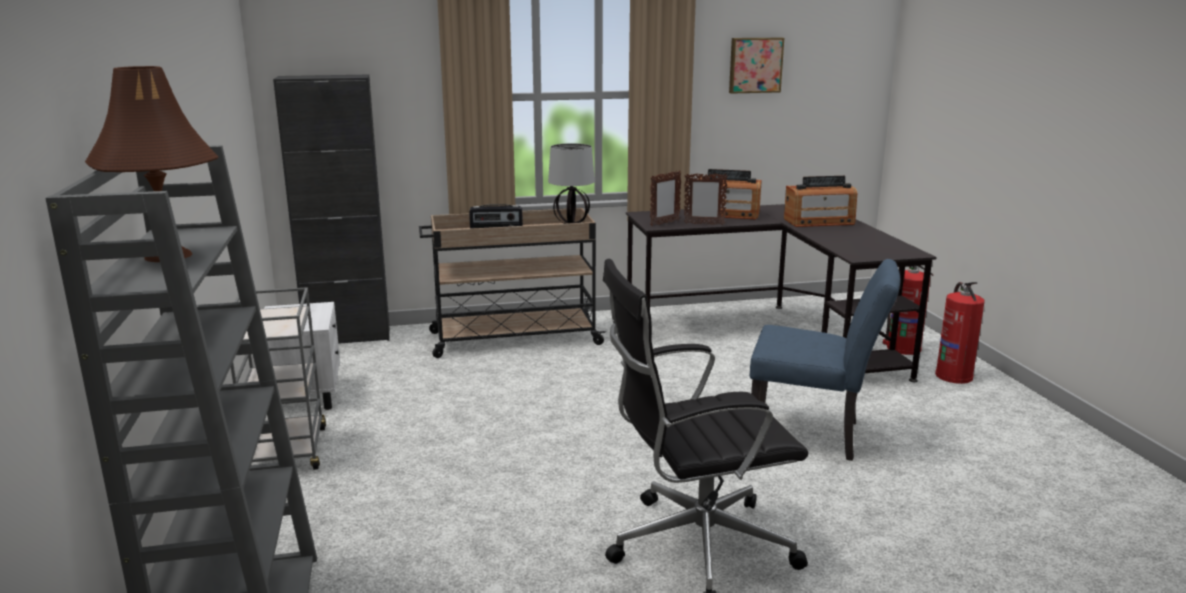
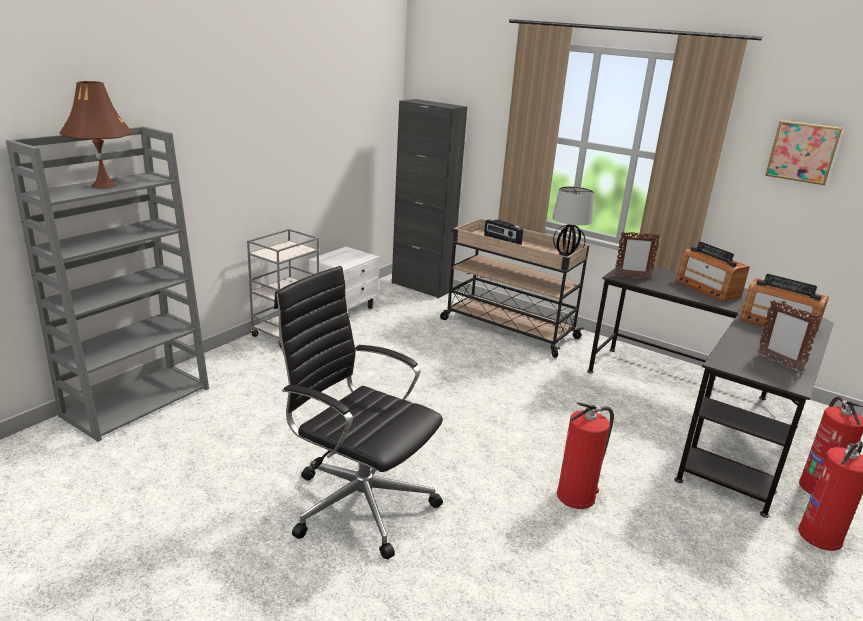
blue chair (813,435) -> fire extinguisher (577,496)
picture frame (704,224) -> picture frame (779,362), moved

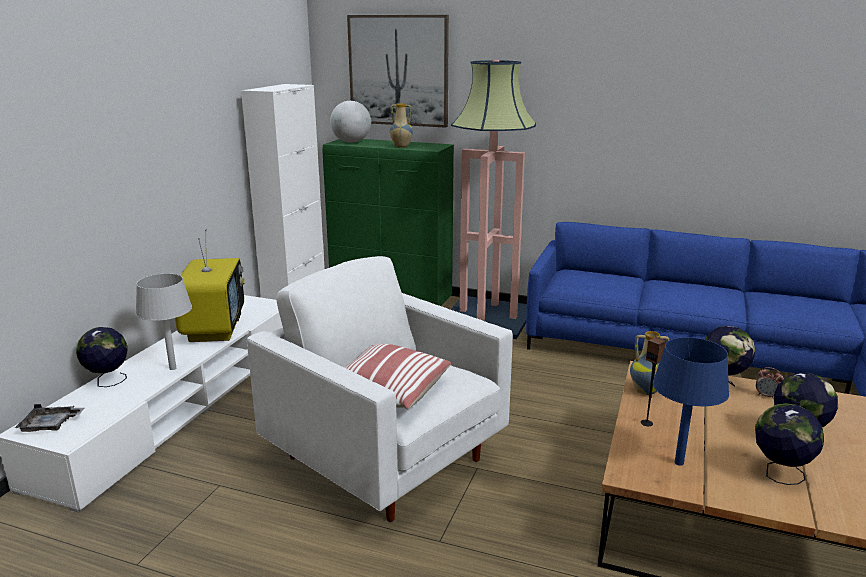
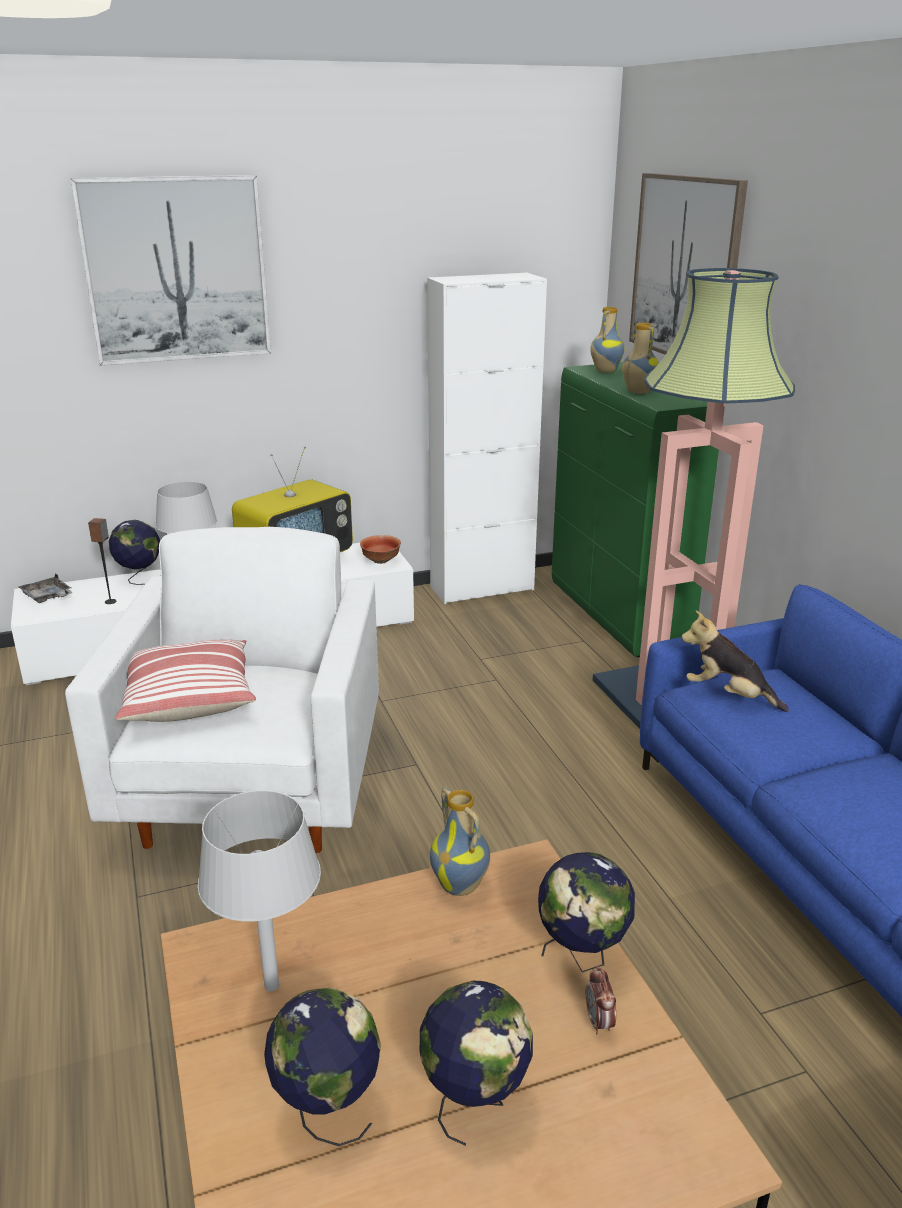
none -> picture (176,270)
speaker (647,423) -> speaker (110,601), moved
blue table lamp (679,463) -> grey table lamp (271,986)
none -> bowl (381,561)
globe (351,142) -> vase (605,371)
none -> plush toy (728,695)

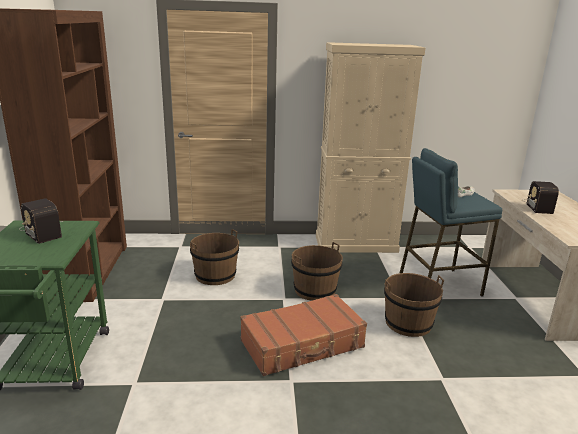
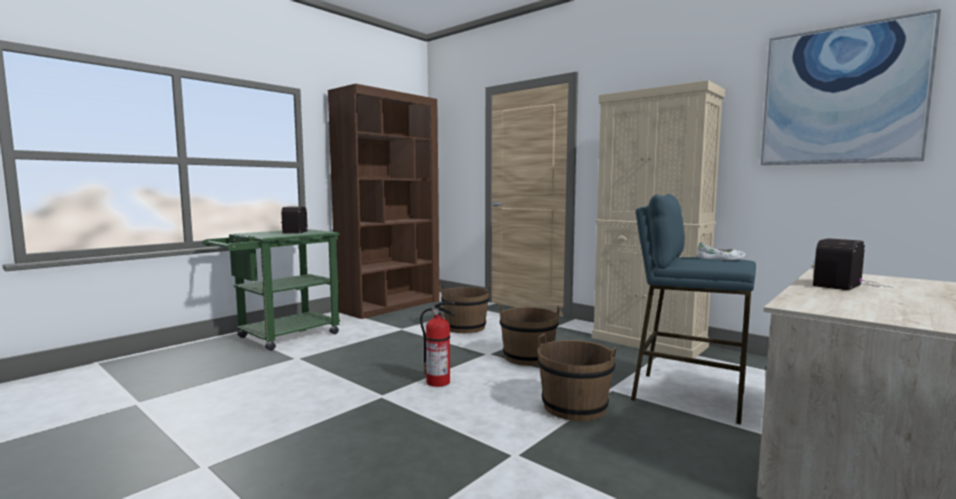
brown suitcase (303,344) -> fire extinguisher (439,382)
none -> picture (841,96)

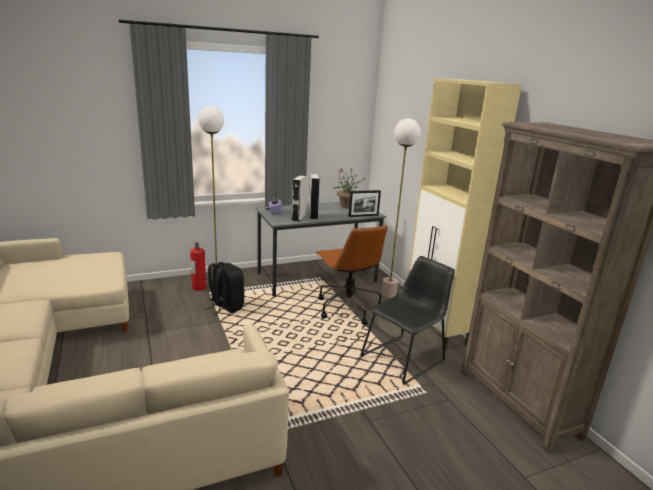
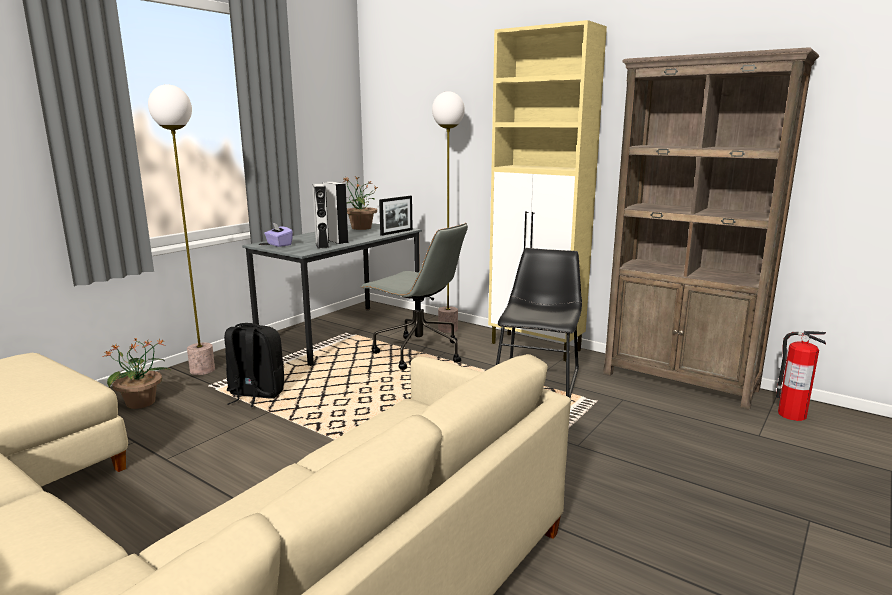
none -> potted plant (142,402)
brown office chair (347,307) -> grey office chair (417,352)
fire extinguisher (199,287) -> fire extinguisher (791,414), moved

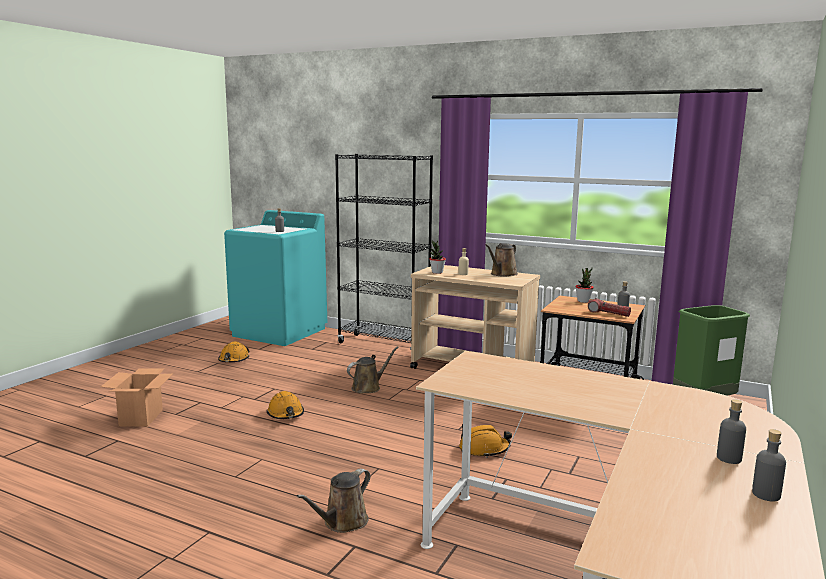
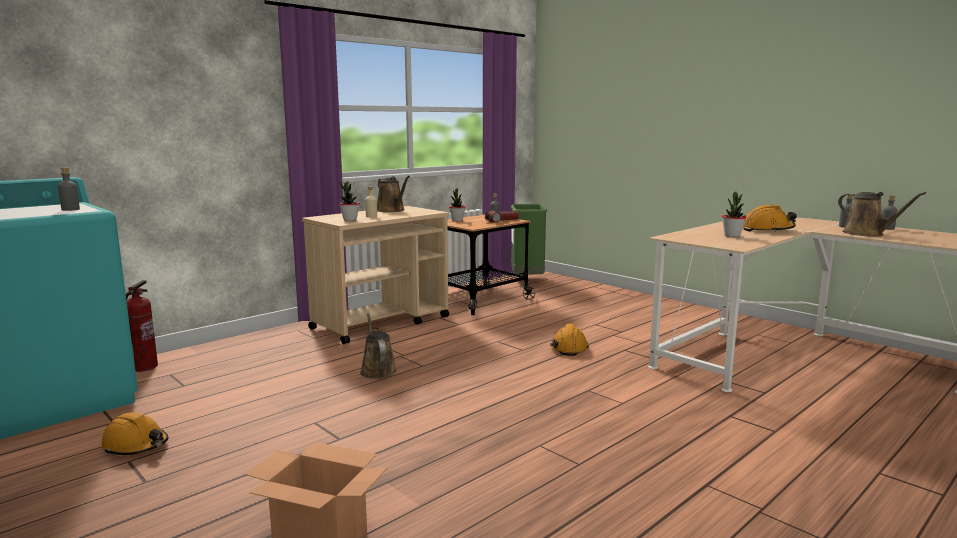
none -> fire extinguisher (144,367)
none -> potted plant (732,236)
orange hard hat (286,414) -> orange hard hat (767,230), moved
brown watering can (342,522) -> brown watering can (867,234), moved
black bookcase (384,345) -> none

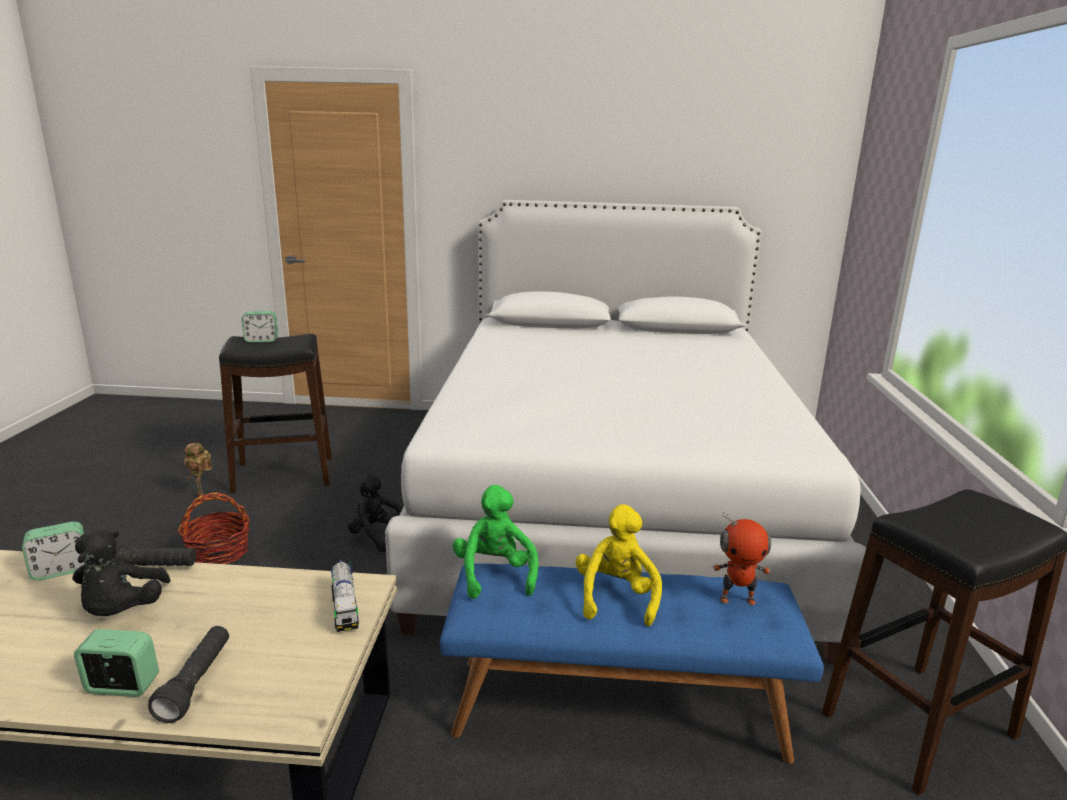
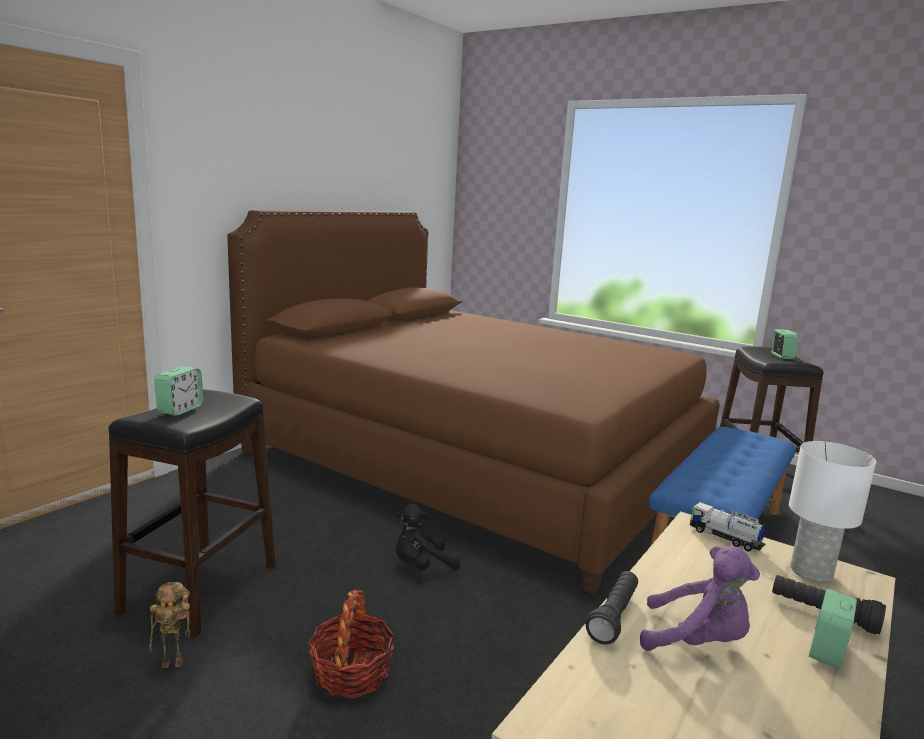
white bed (609,503) -> brown bed (474,462)
black plush toy (122,611) -> purple plush toy (697,641)
toy truck (345,608) -> toy truck (725,538), 150 degrees counterclockwise
alarm clock (61,570) -> alarm clock (781,356), moved
none -> white table lamp (812,571)
green plush toy (494,574) -> none
yellow plush toy (616,597) -> none
toy robot (737,599) -> none

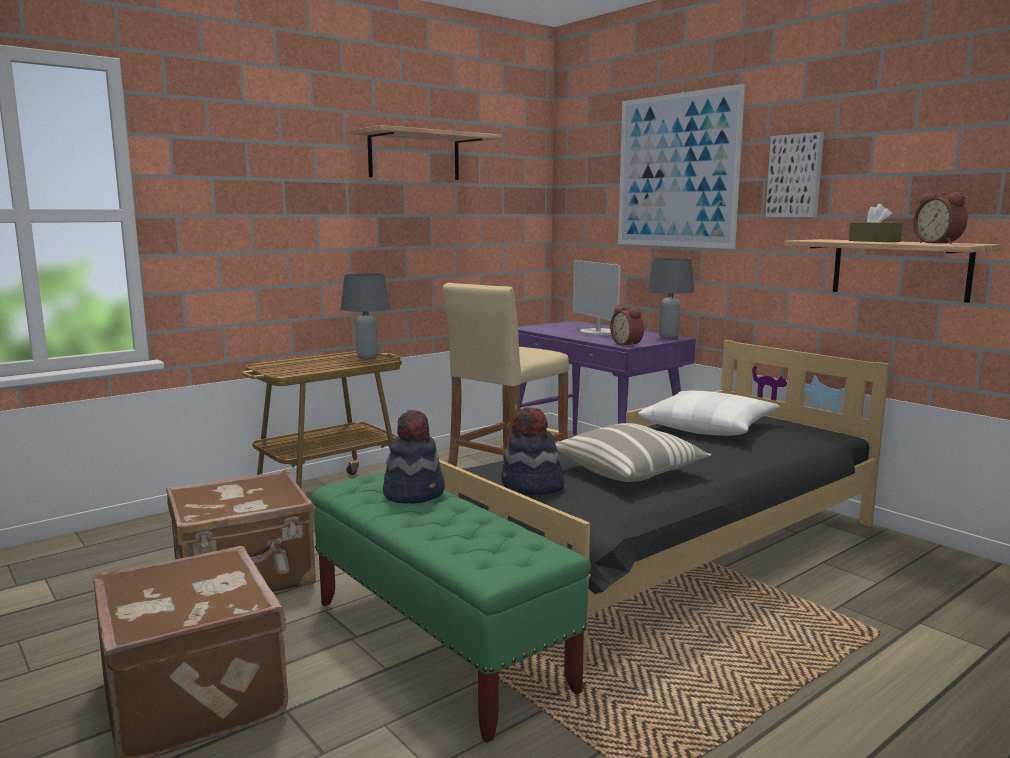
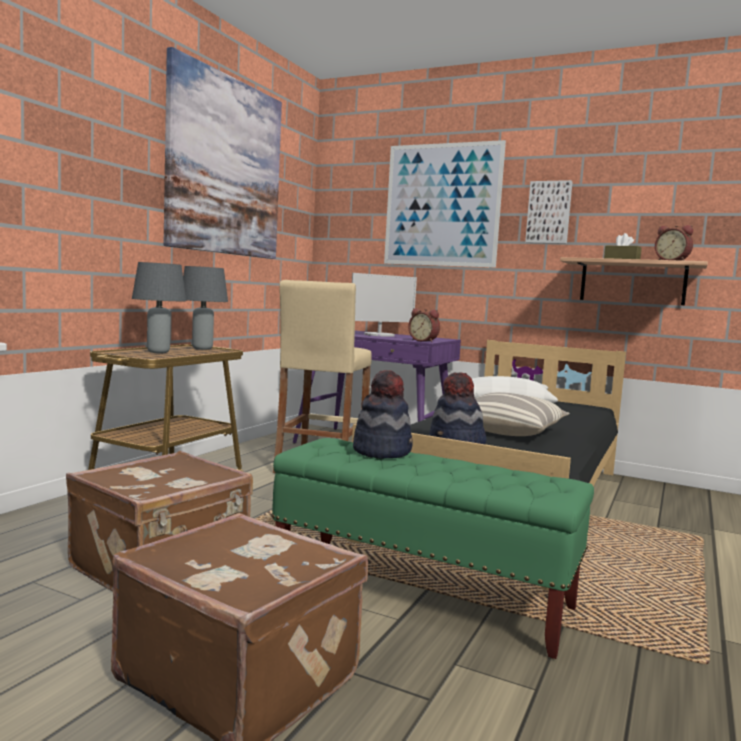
grey table lamp (668,337) -> grey table lamp (158,352), moved
shelf (414,156) -> picture (225,167)
monitor (597,332) -> monitor (379,335), 75 degrees counterclockwise

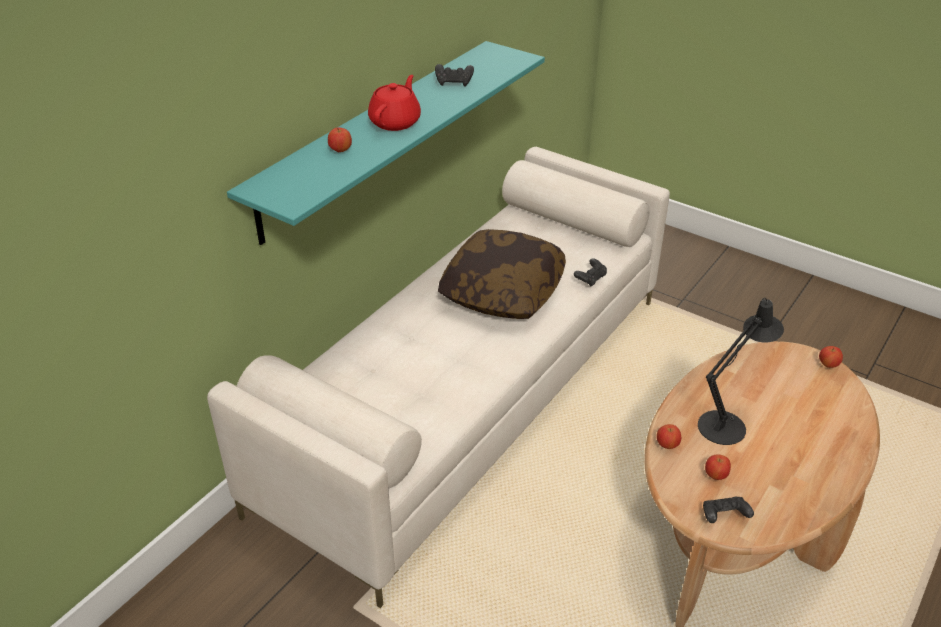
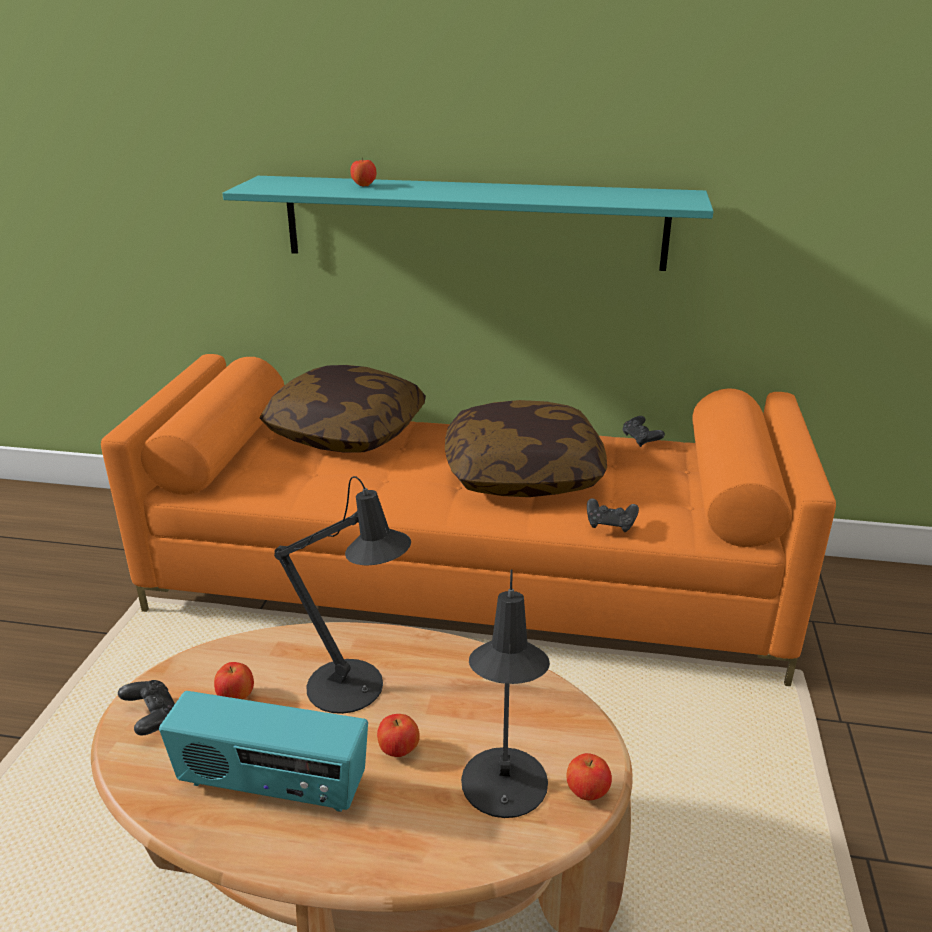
beige sofa (470,396) -> orange sofa (468,583)
none -> radio (272,786)
none -> pillow (347,432)
apple (667,445) -> apple (399,750), moved
none -> black table lamp (504,793)
black game controller (454,82) -> black game controller (641,440), moved
red teapot (396,122) -> none

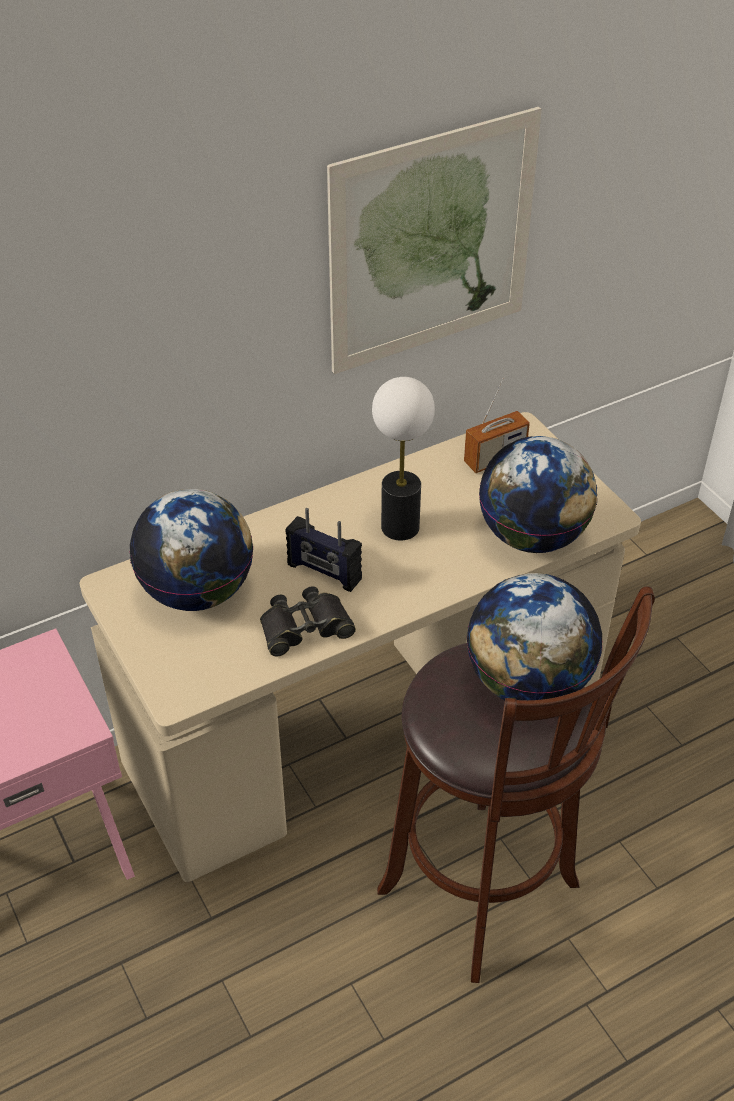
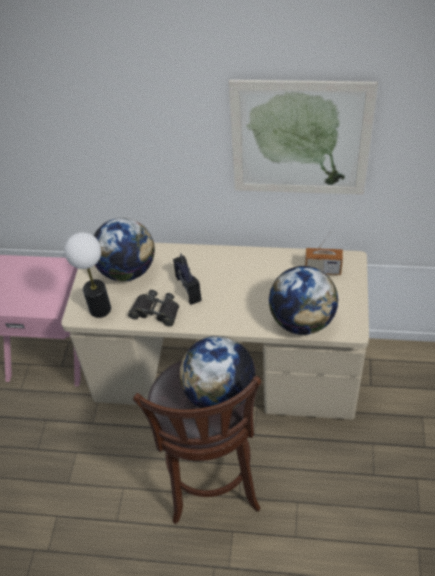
table lamp (400,527) -> table lamp (100,309), moved

